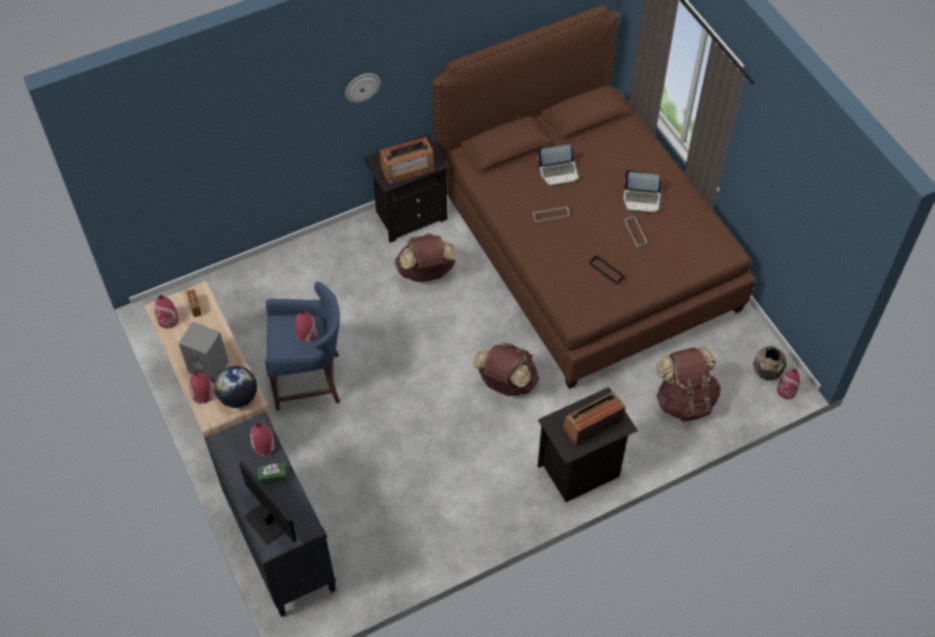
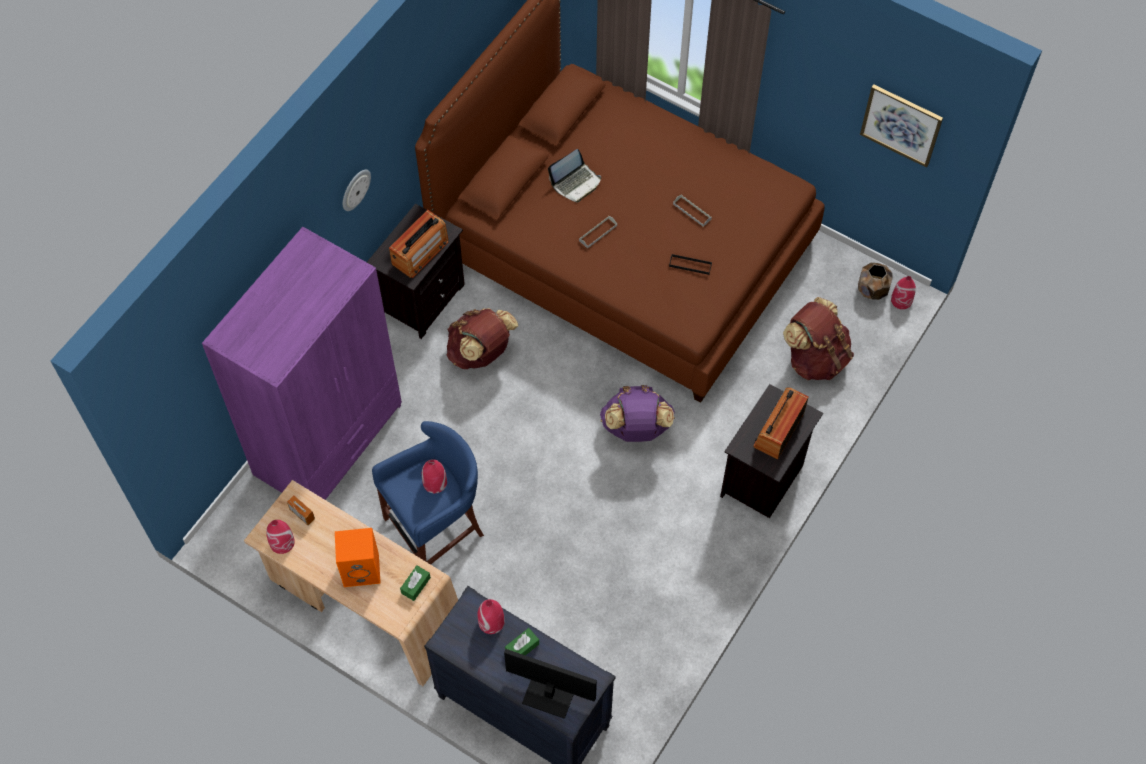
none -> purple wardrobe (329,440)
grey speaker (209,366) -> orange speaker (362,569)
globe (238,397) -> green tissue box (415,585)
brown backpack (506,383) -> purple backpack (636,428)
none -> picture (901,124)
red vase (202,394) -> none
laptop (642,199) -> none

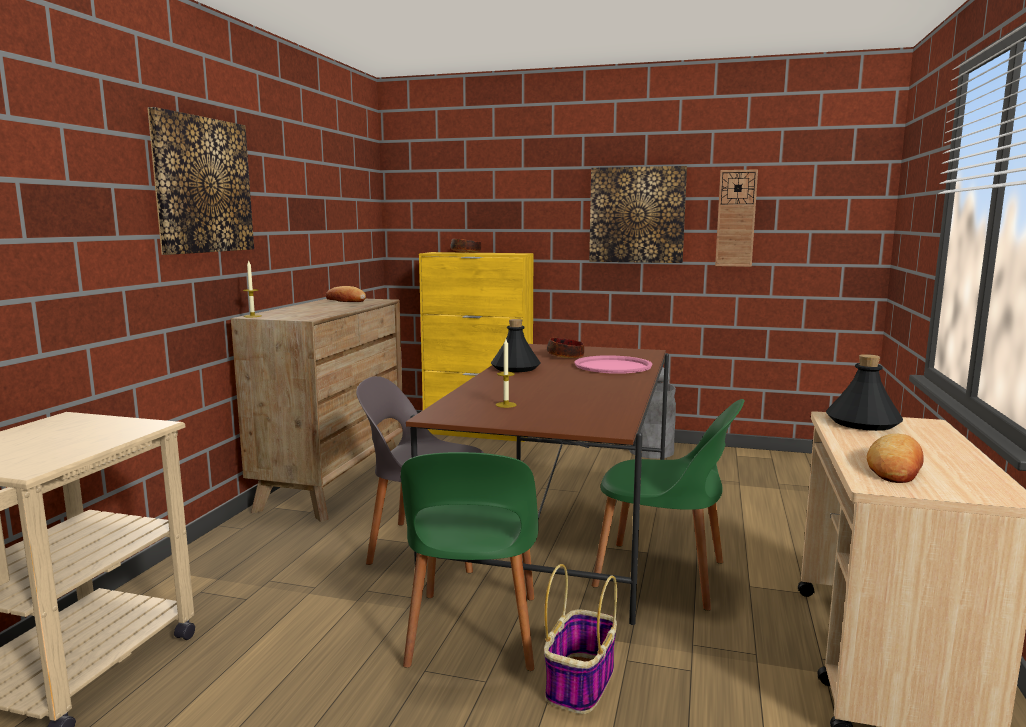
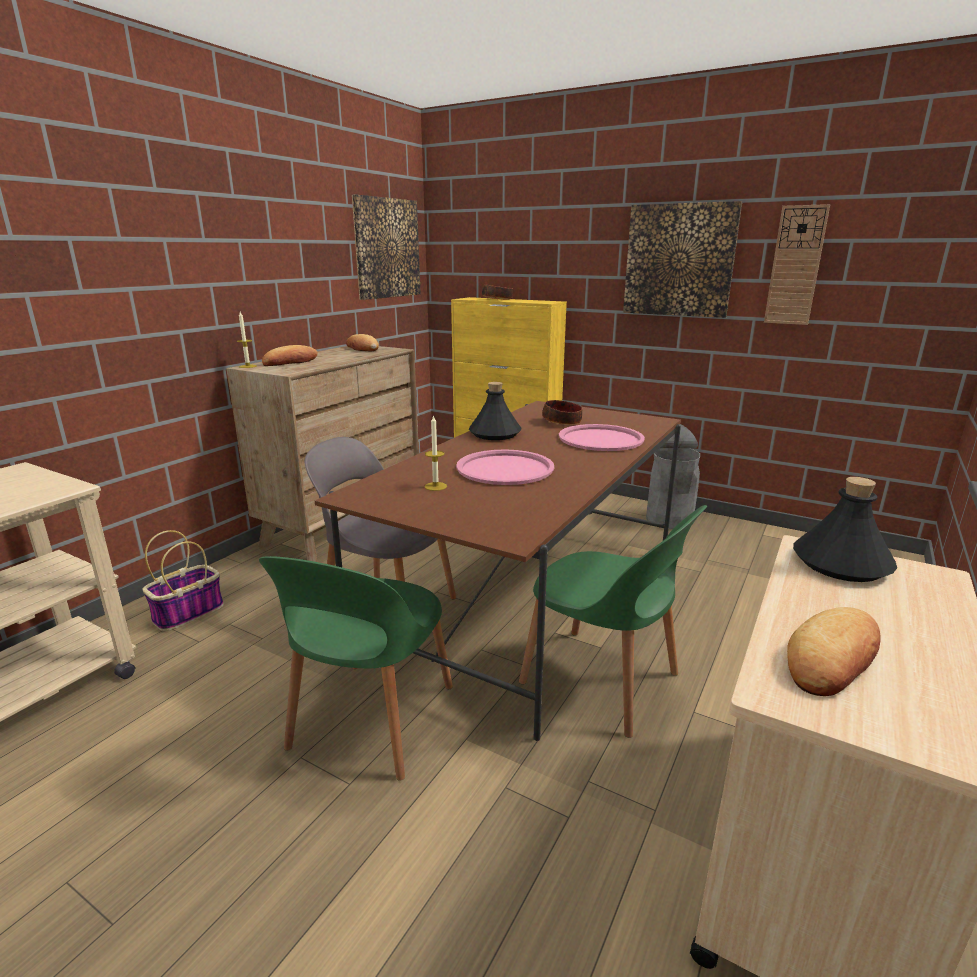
basket (580,682) -> basket (189,612), moved
none -> bread (290,362)
picture (202,185) -> picture (386,248), moved
none -> pink tray (505,469)

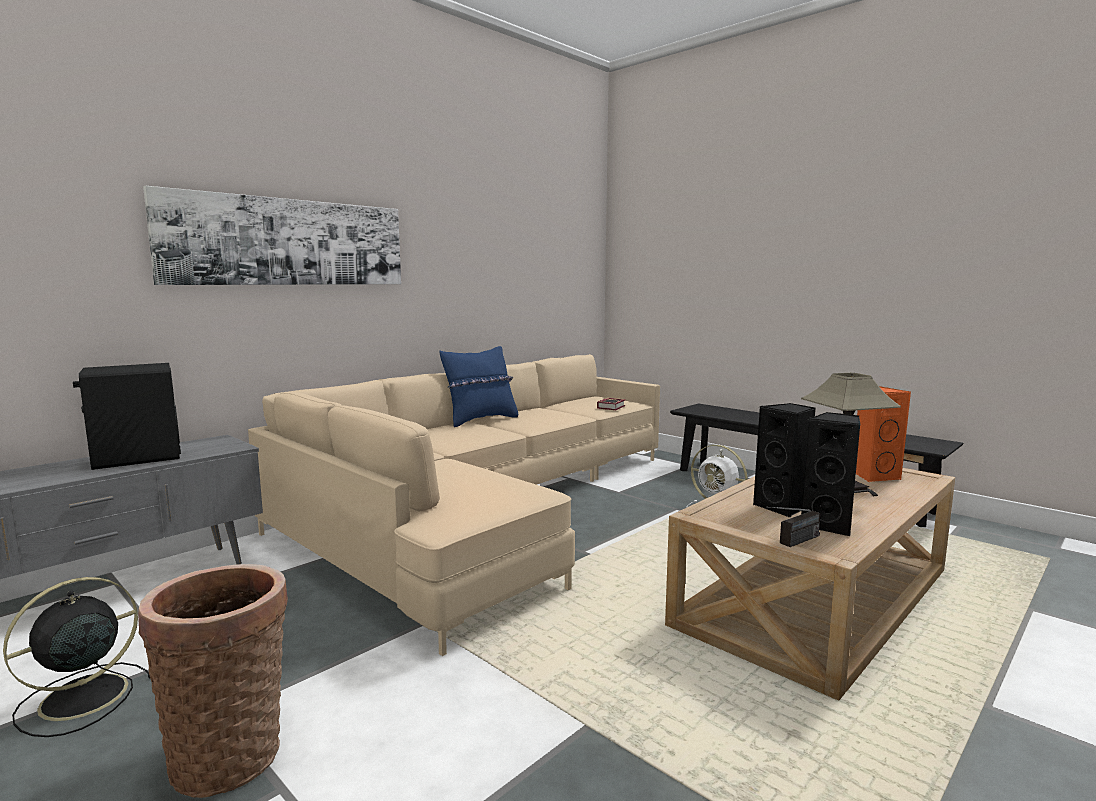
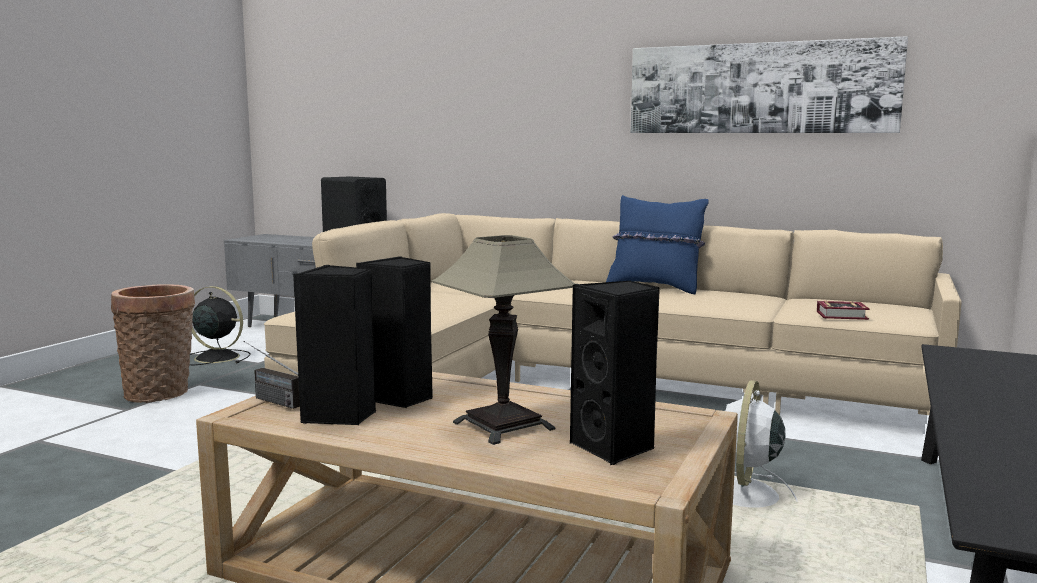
orange speaker (874,476) -> black speaker (615,448)
picture (289,242) -> picture (760,88), moved

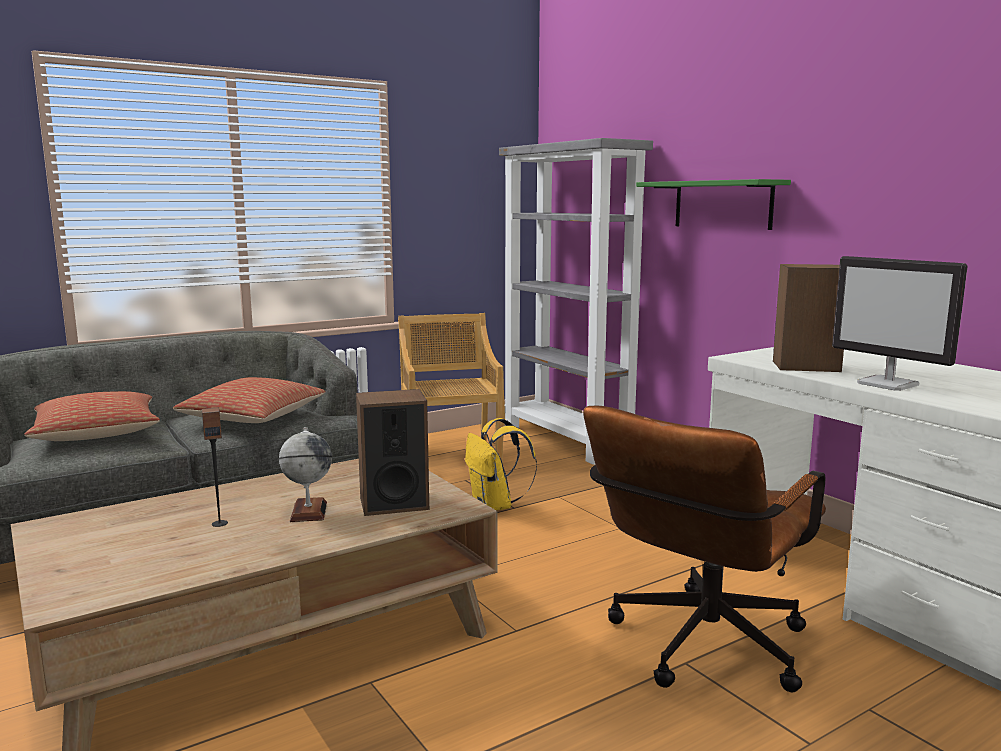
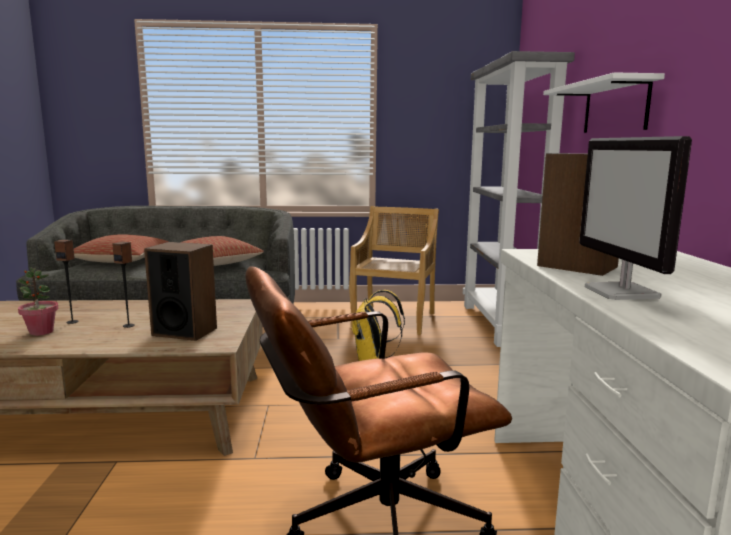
none -> potted plant (41,332)
globe (308,511) -> speaker (129,325)
green shelf (722,204) -> white shelf (615,107)

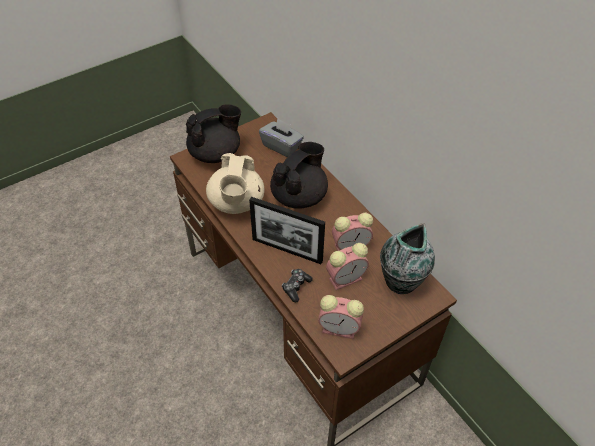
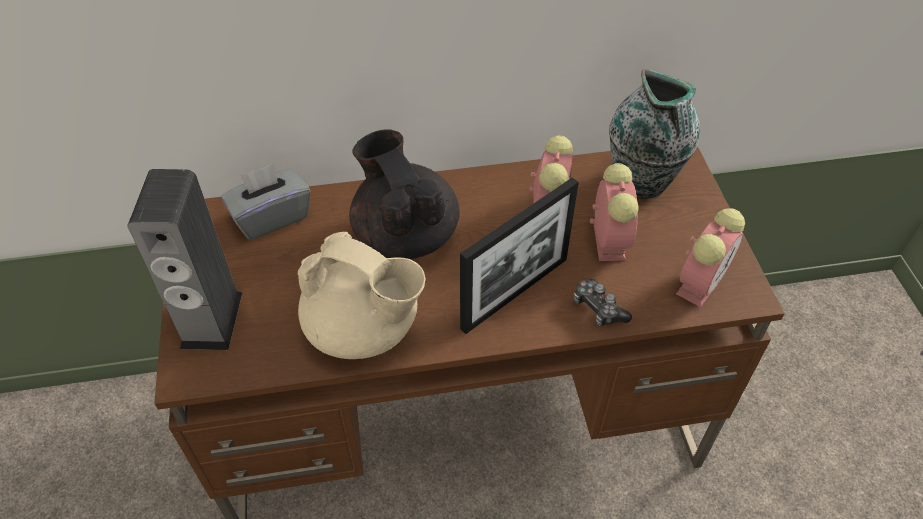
black teapot (216,153) -> speaker (211,320)

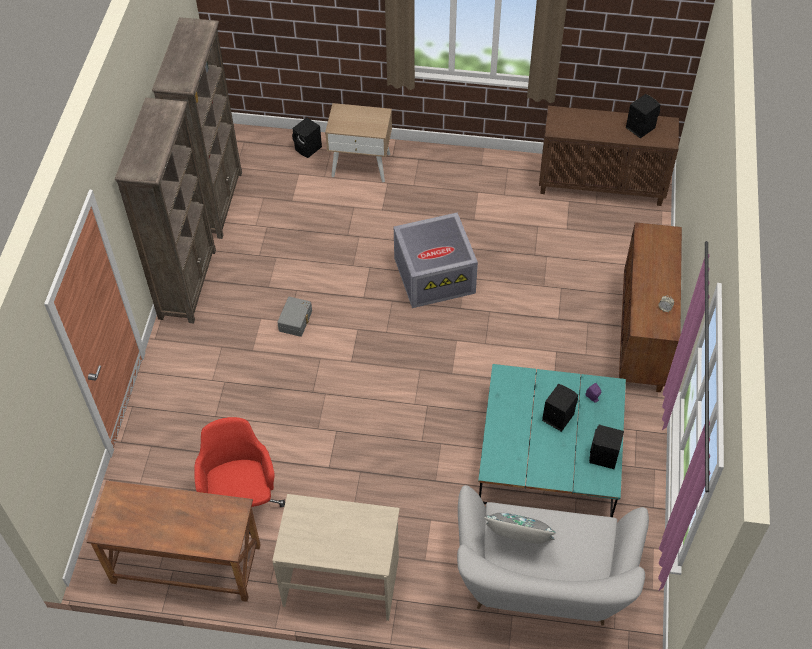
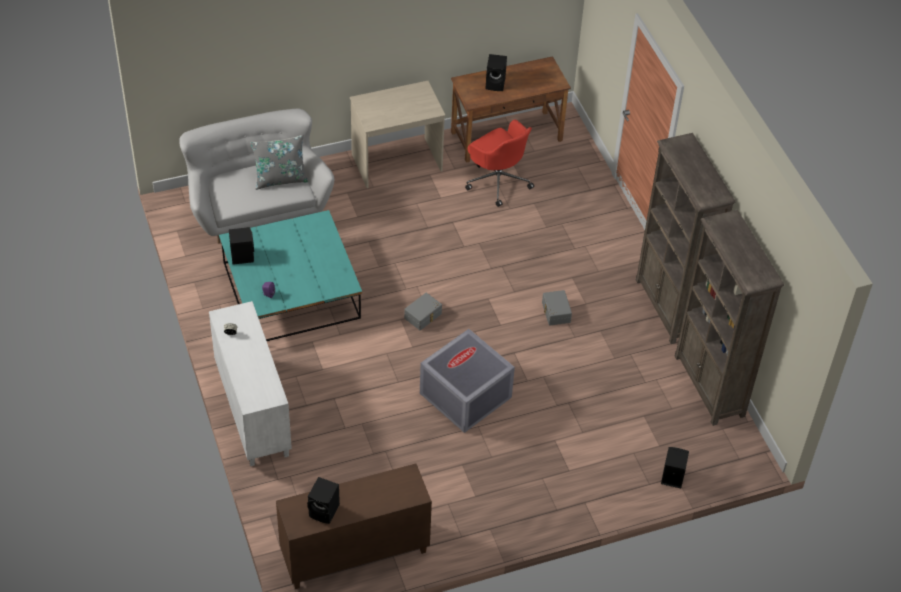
brown cabinet (642,336) -> white cabinet (252,411)
none -> grey storage box (423,316)
black speaker (557,416) -> black speaker (496,84), moved
beige nightstand (361,165) -> none

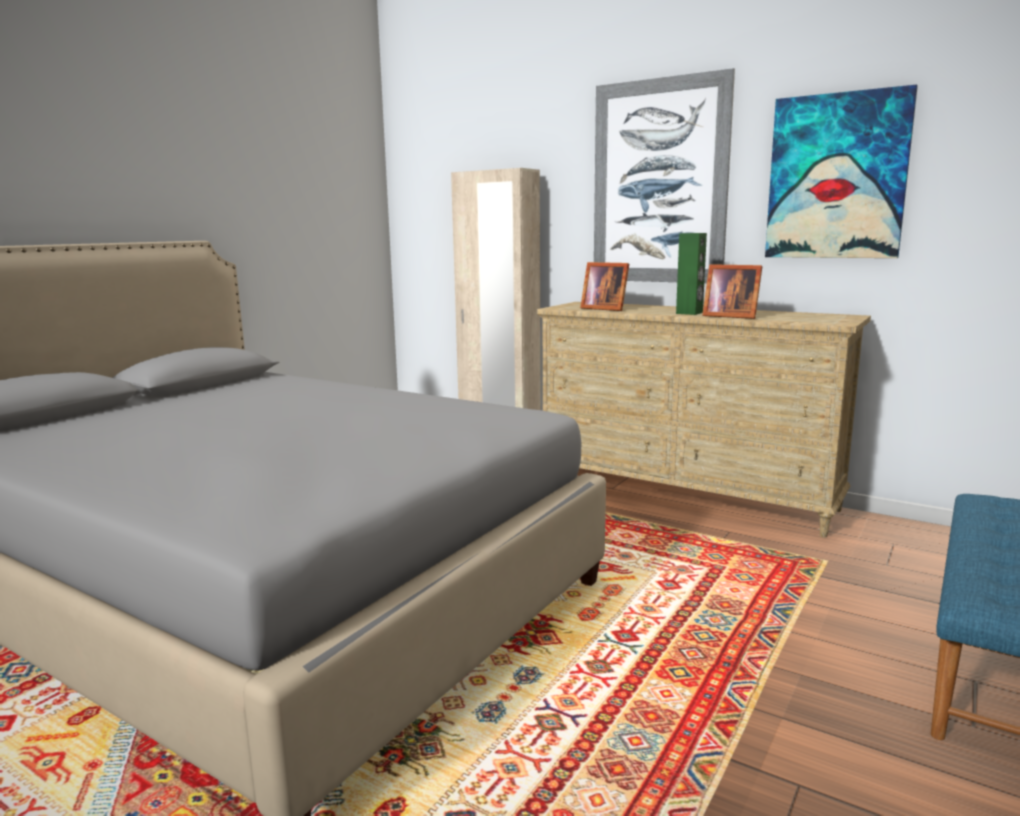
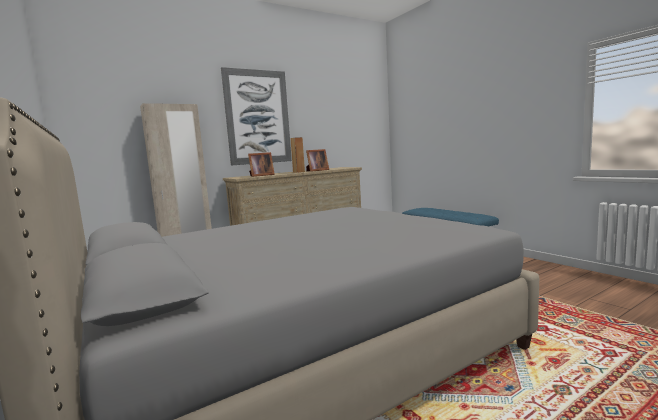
green speaker (689,313) -> brown speaker (299,172)
picture (836,177) -> none

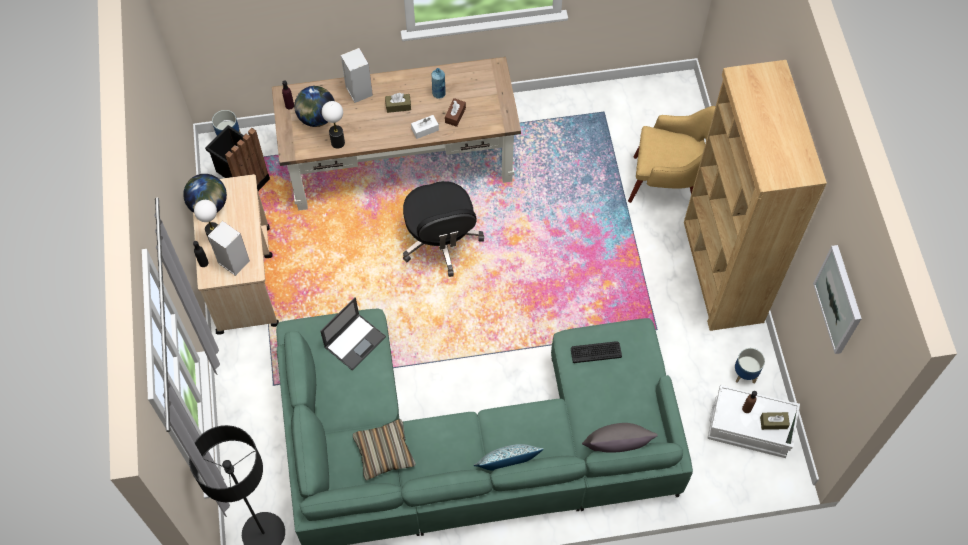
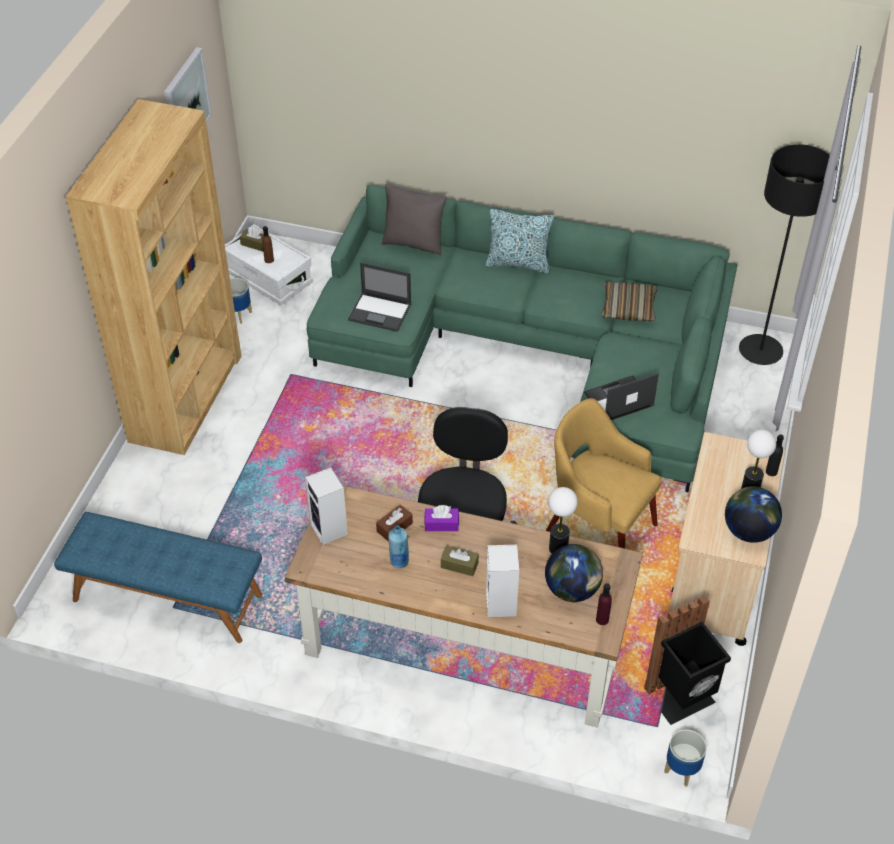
none -> blue bench (167,598)
speaker (232,262) -> speaker (330,530), moved
keyboard (596,352) -> laptop (380,312)
white tissue box (425,129) -> purple tissue box (441,524)
yellow armchair (668,184) -> yellow armchair (598,526), moved

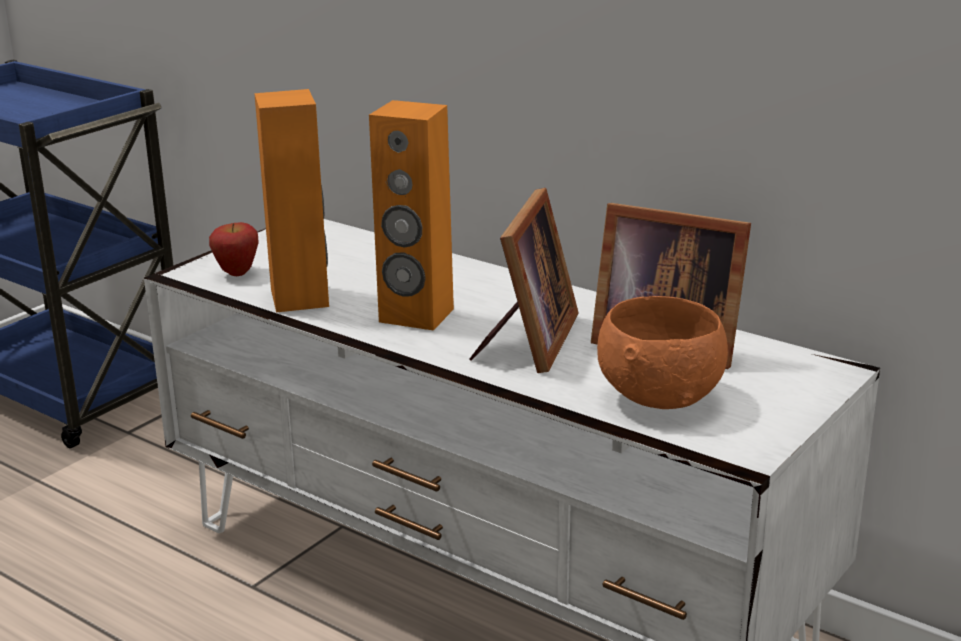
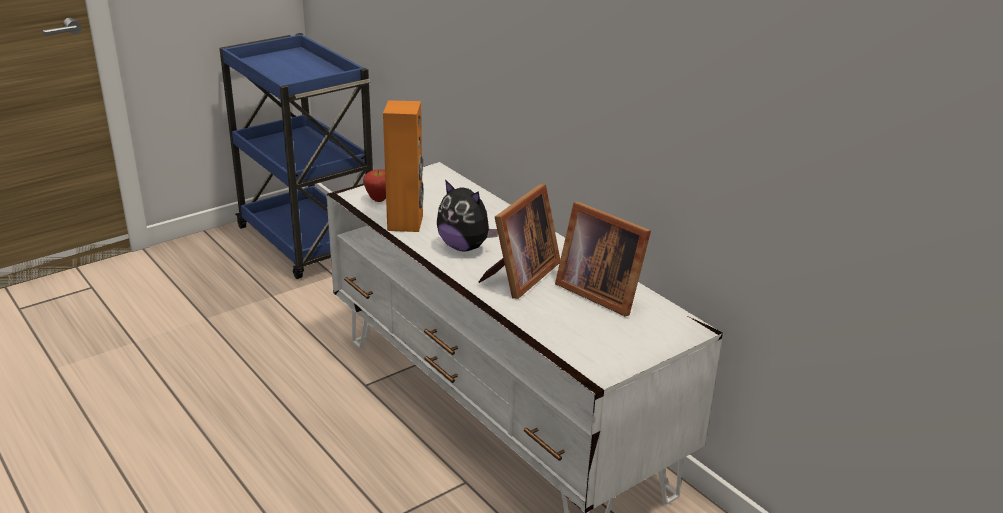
orange speaker (416,316) -> plush toy (465,247)
orange bowl (661,397) -> none

